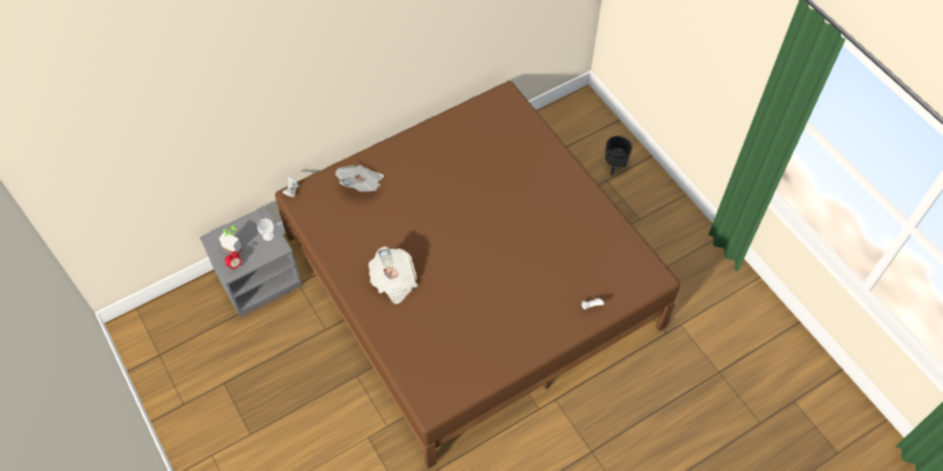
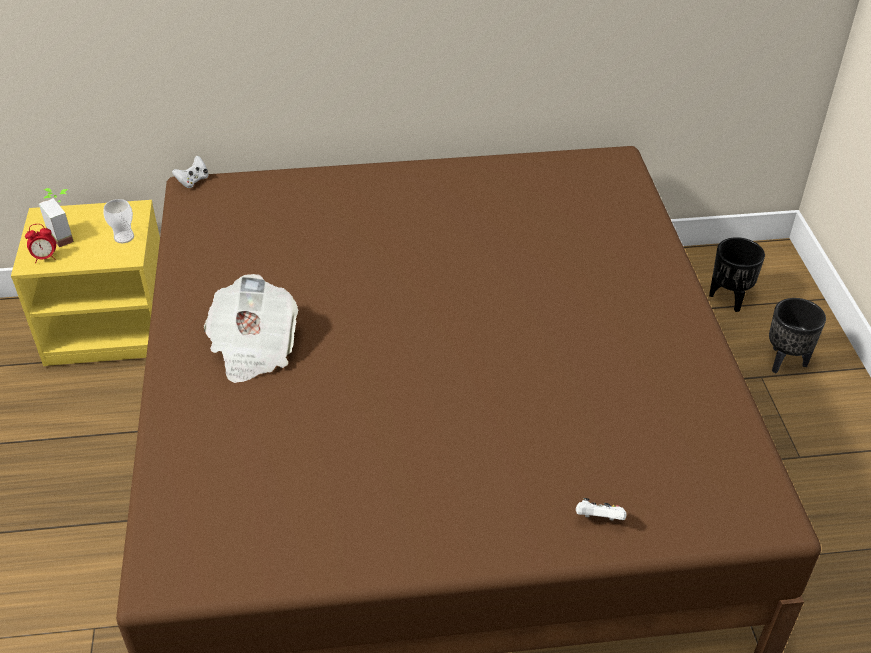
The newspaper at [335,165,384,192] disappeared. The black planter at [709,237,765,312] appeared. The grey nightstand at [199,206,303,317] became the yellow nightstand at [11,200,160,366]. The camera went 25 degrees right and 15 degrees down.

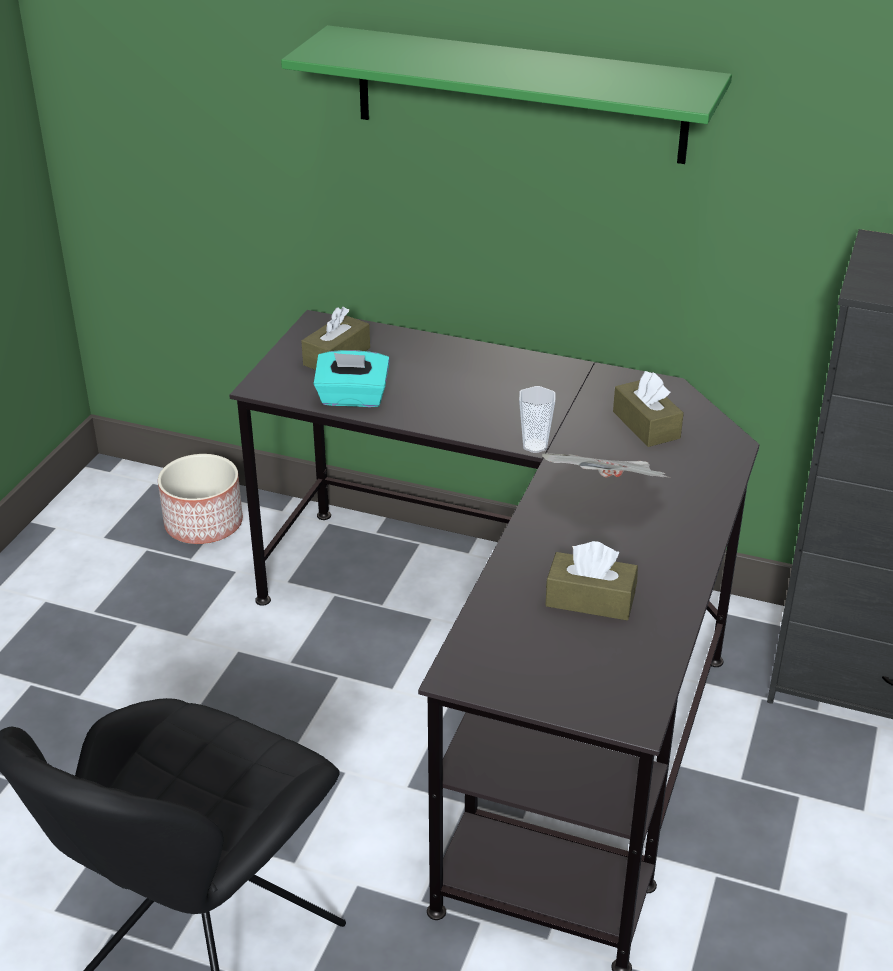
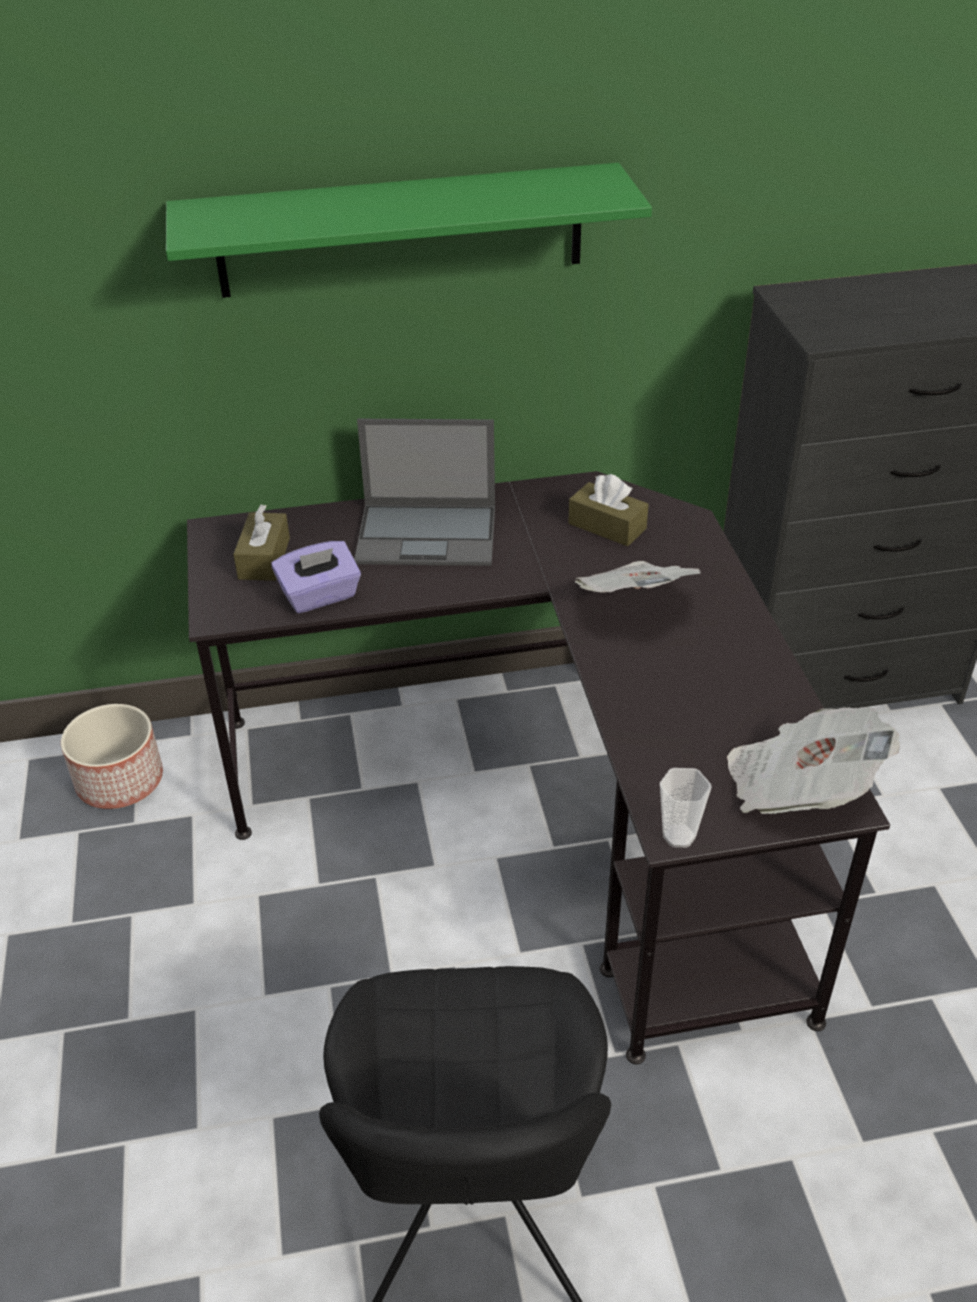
The brown tissue box at [545,541,638,620] disappeared. The laptop at [354,419,495,566] appeared. The newspaper at [727,707,900,814] appeared. The cup moved from [519,386,555,453] to [660,768,712,848]. The turquoise tissue box at [314,350,390,407] became the purple tissue box at [271,541,361,613]. The camera went 30 degrees left and 5 degrees up.

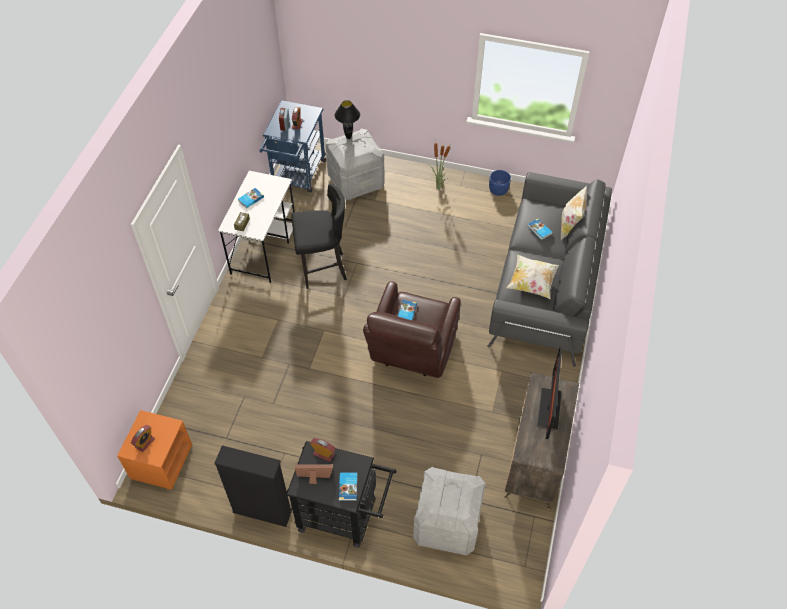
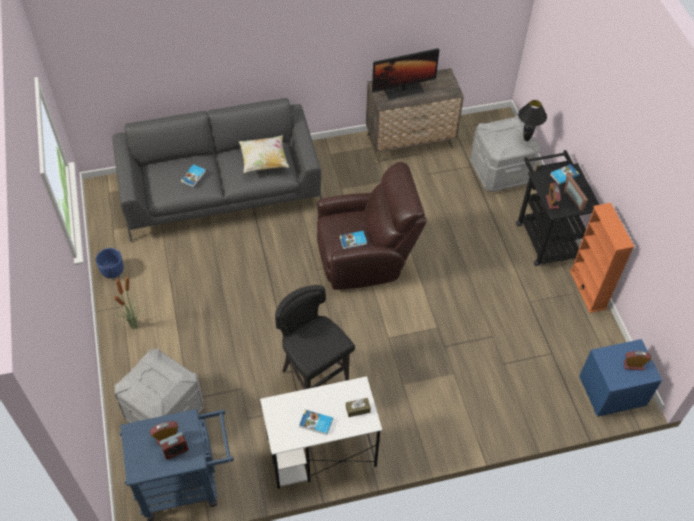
The pillow at [561,186,587,240] disappeared. The black table lamp moved from [335,100,360,139] to [518,100,547,141]. The orange nightstand at [117,410,192,490] became the blue nightstand at [579,339,662,417]. The black bookcase at [214,445,292,527] became the orange bookcase at [570,203,634,313]. The camera went 120 degrees left and 0 degrees up.

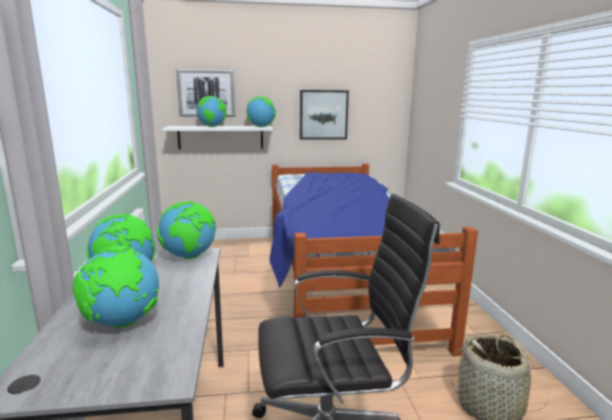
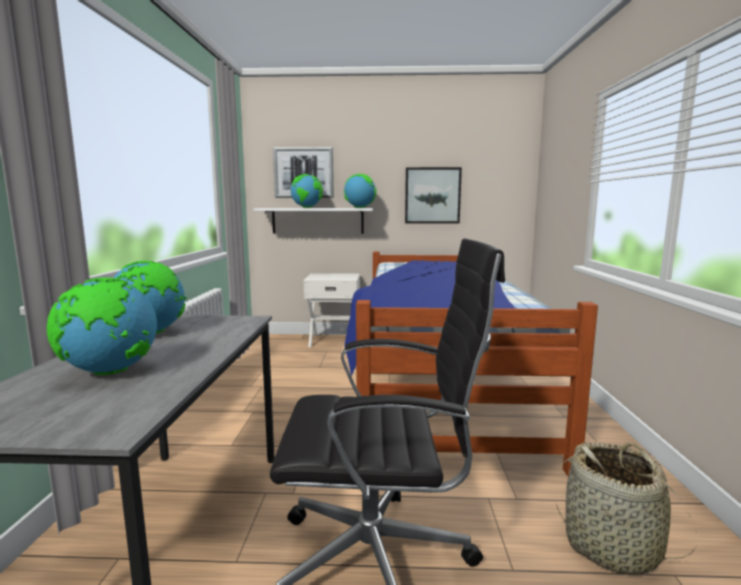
The globe at [157,201,216,259] disappeared. The white nightstand at [303,273,360,347] appeared. The camera went 10 degrees right and 5 degrees down.

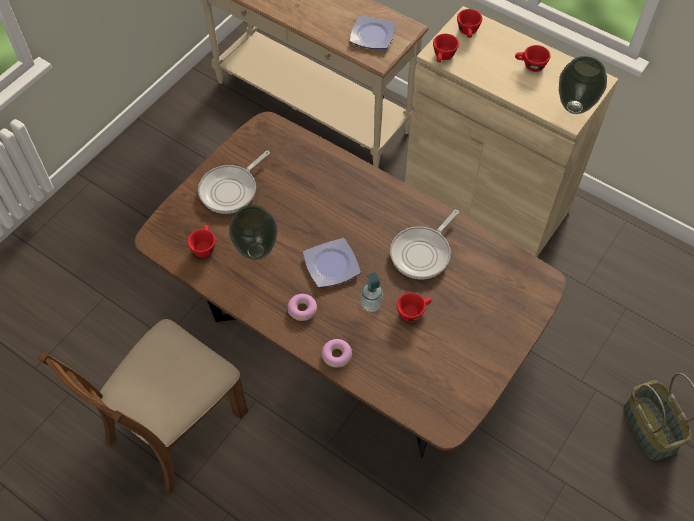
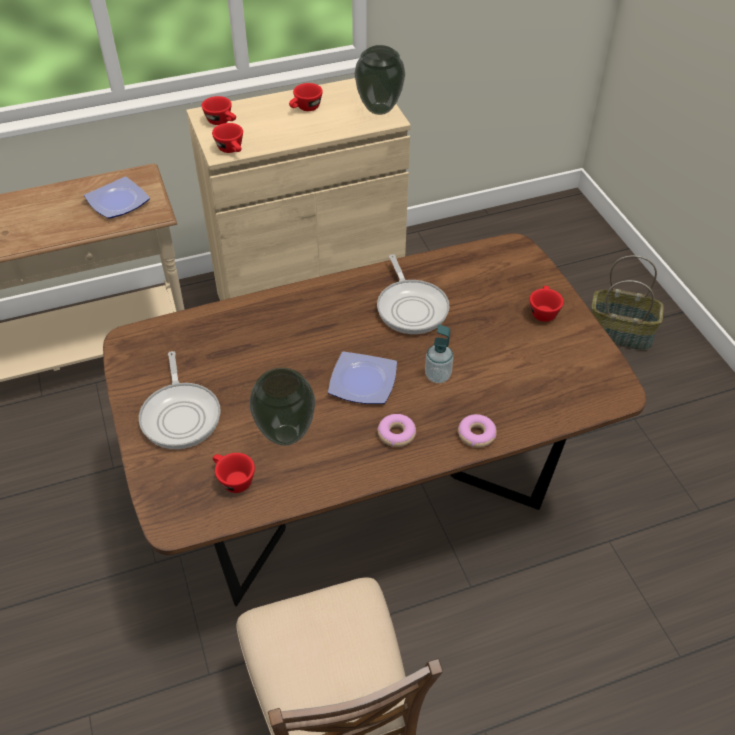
The red cup moved from [397,292,432,322] to [530,286,564,322]. The camera went 55 degrees left and 10 degrees down.

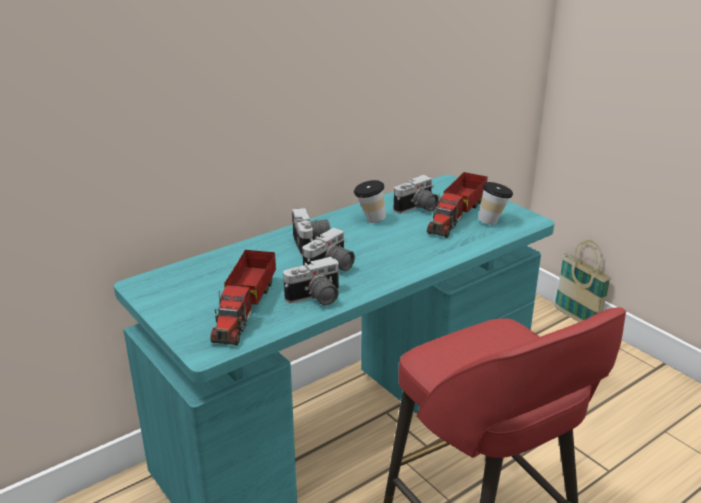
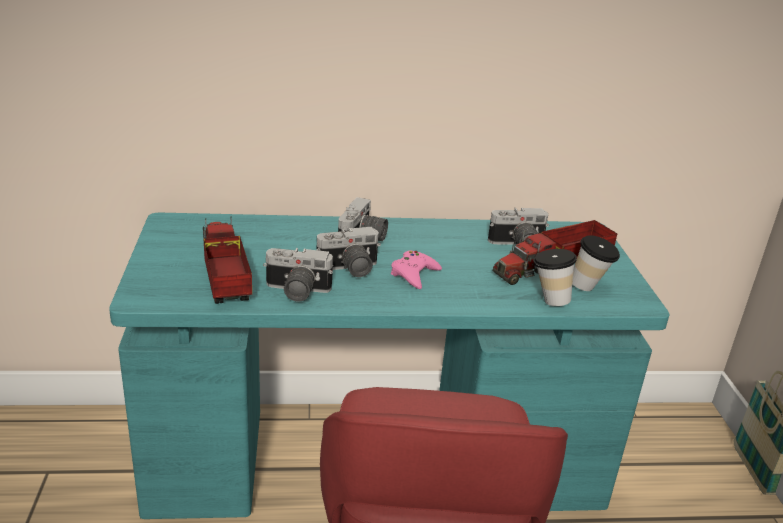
The pink game controller at [391,251,442,289] appeared. The cup moved from [354,180,386,223] to [533,249,577,306]. The toy truck at [210,250,276,345] turned 120 degrees clockwise. The camera went 30 degrees right and 0 degrees up.

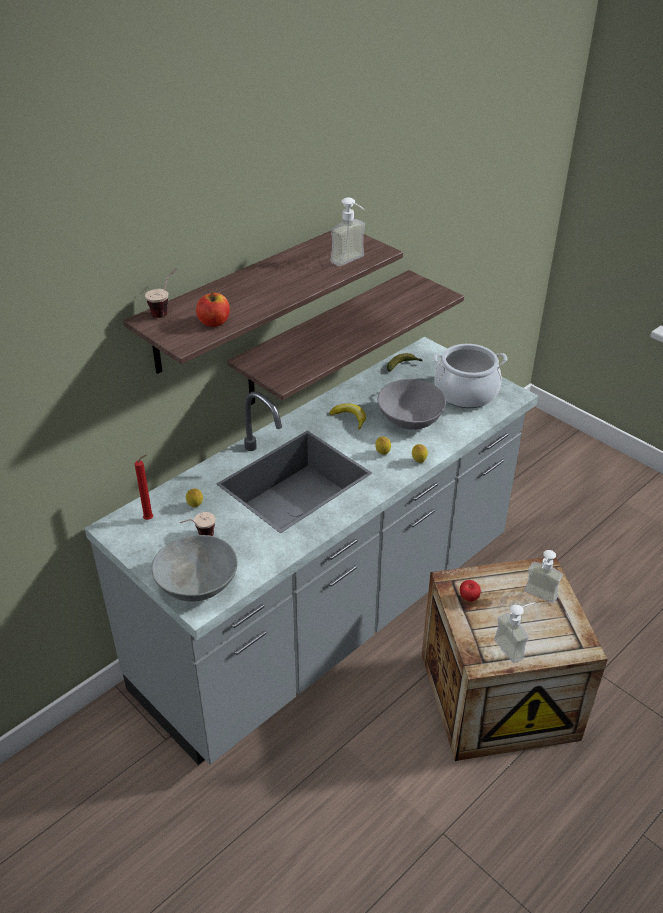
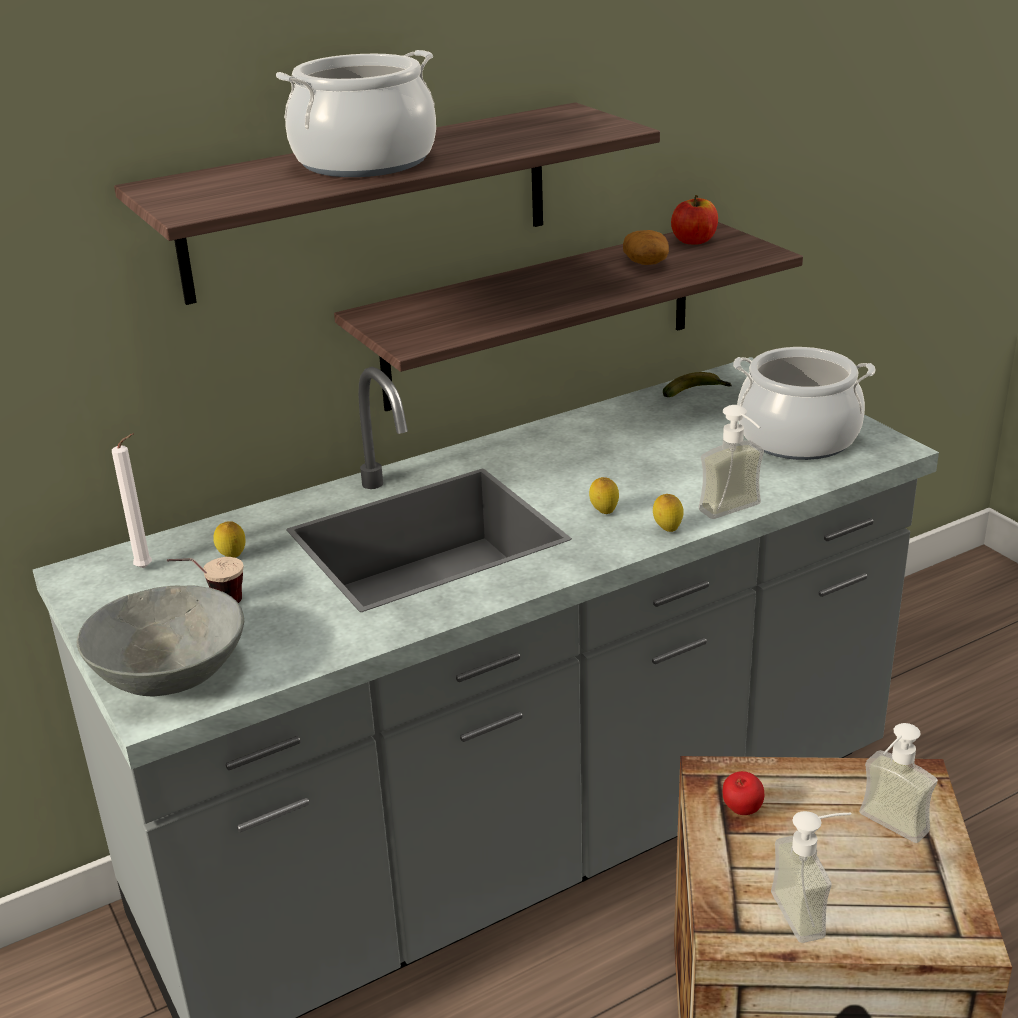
The cup at [145,268,177,318] disappeared. The banana at [329,403,366,430] disappeared. The grey bowl at [377,379,446,430] disappeared. The cooking pot at [276,50,436,177] appeared. The potato at [623,230,669,265] appeared. The apple moved from [196,292,230,327] to [671,195,718,245]. The soap dispenser moved from [330,198,365,266] to [699,405,764,519]. The red candle at [135,454,153,520] became the white candle at [112,433,152,568]. The camera went 15 degrees right and 10 degrees down.

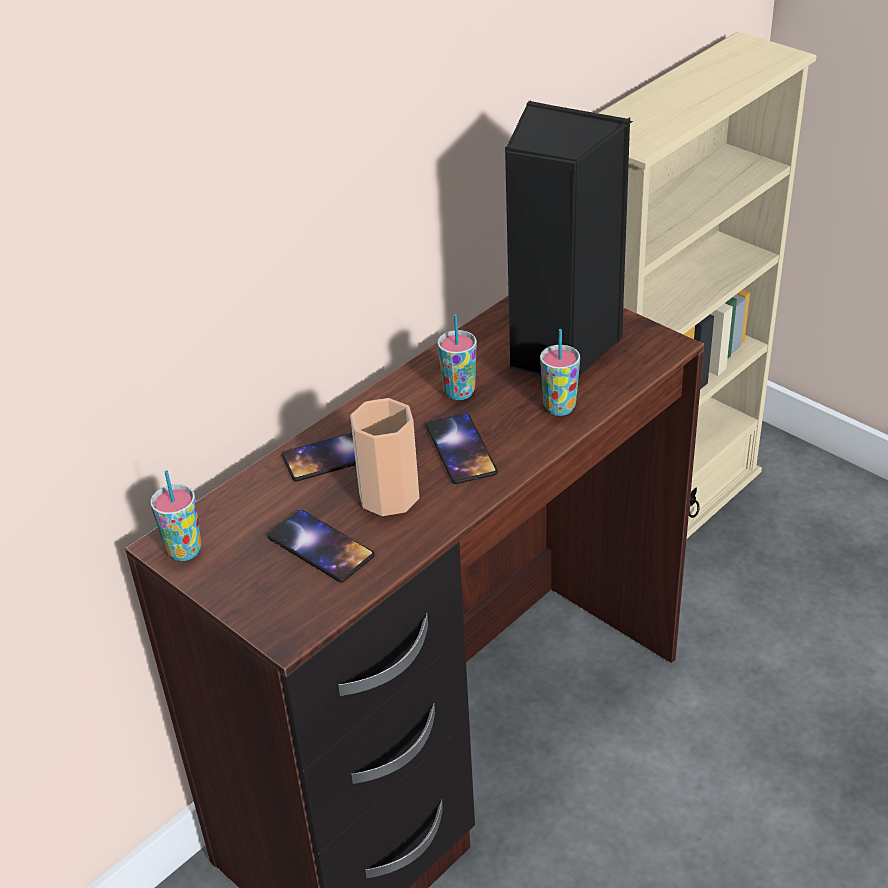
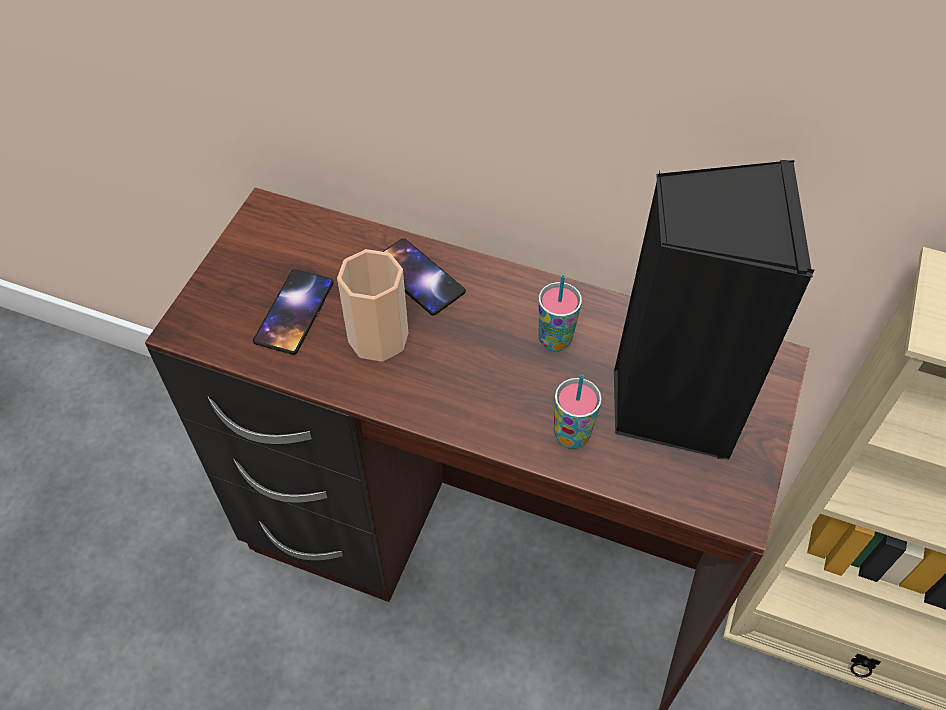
The cup at [150,471,201,561] disappeared. The phone at [426,414,498,484] disappeared. The camera went 65 degrees right and 15 degrees up.

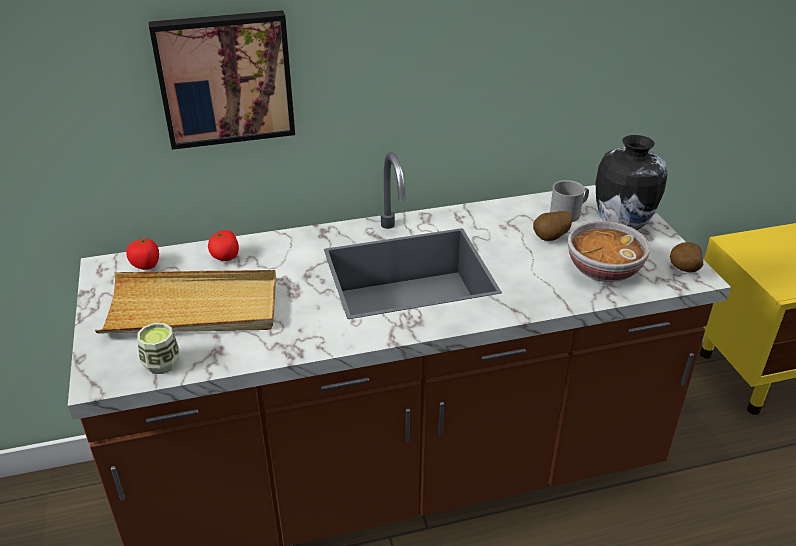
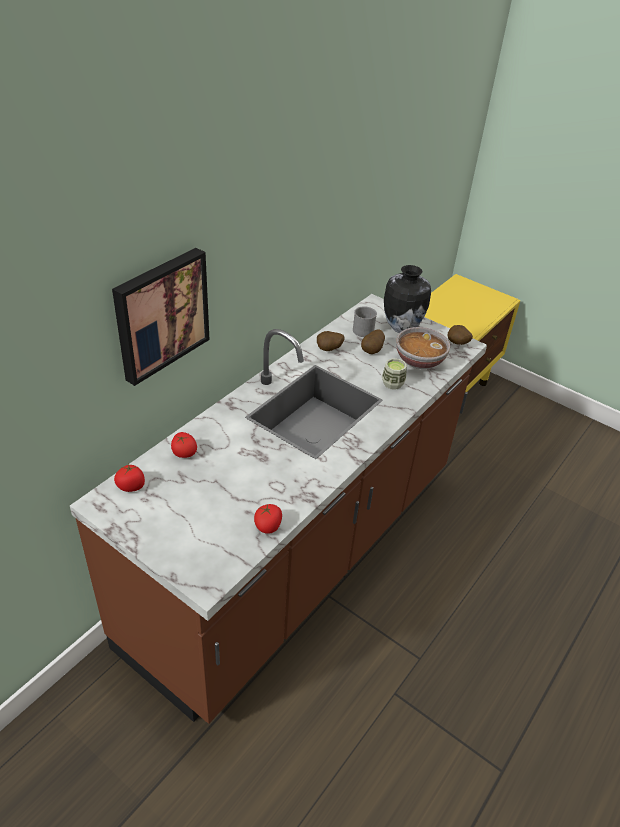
The beige tray at [95,270,276,333] disappeared. The tomato at [254,504,282,534] appeared. The potato at [317,331,345,351] appeared. The cup moved from [137,323,180,374] to [382,358,407,390]. The camera went 40 degrees left and 5 degrees up.

